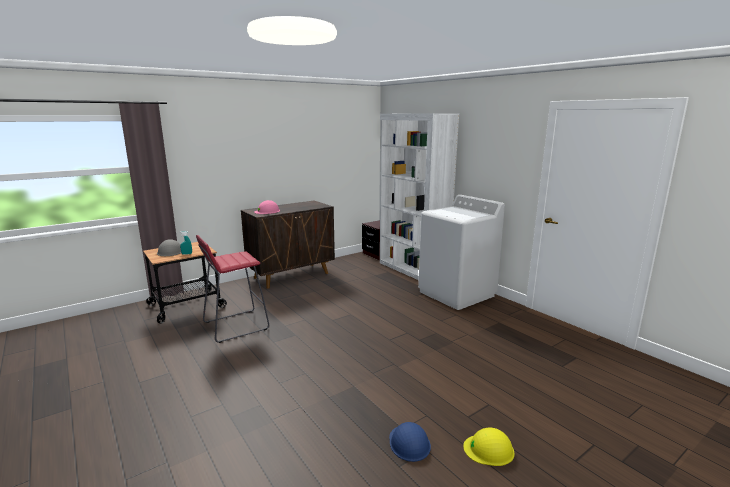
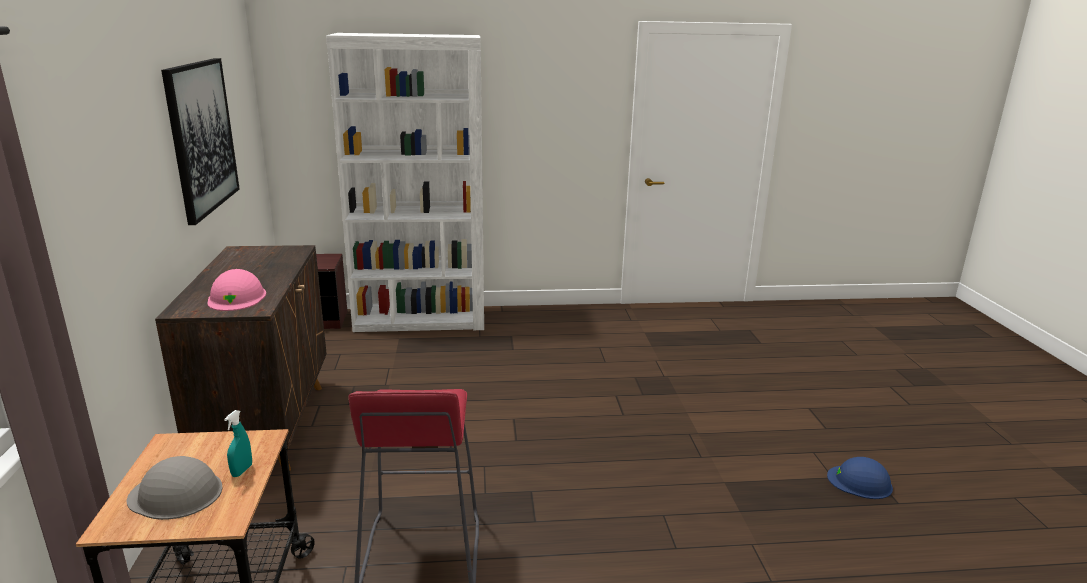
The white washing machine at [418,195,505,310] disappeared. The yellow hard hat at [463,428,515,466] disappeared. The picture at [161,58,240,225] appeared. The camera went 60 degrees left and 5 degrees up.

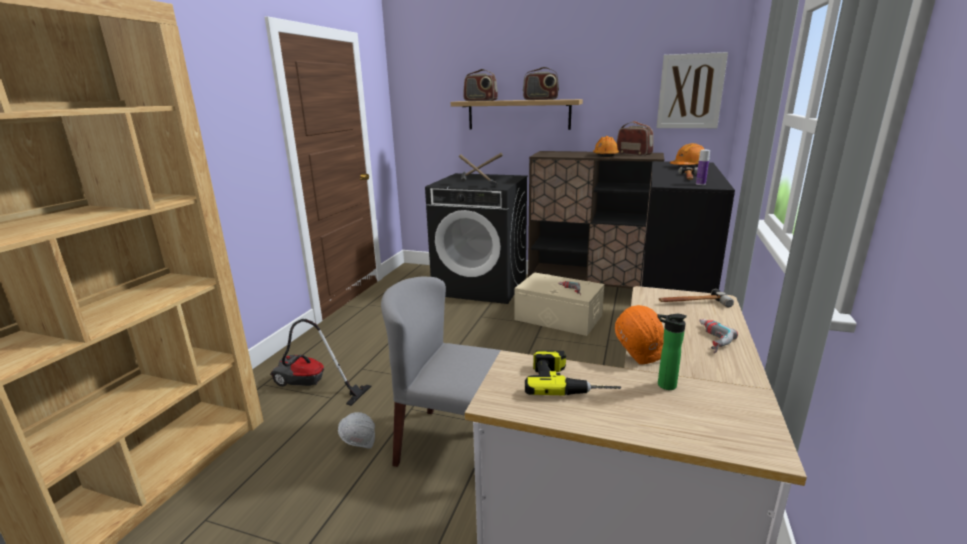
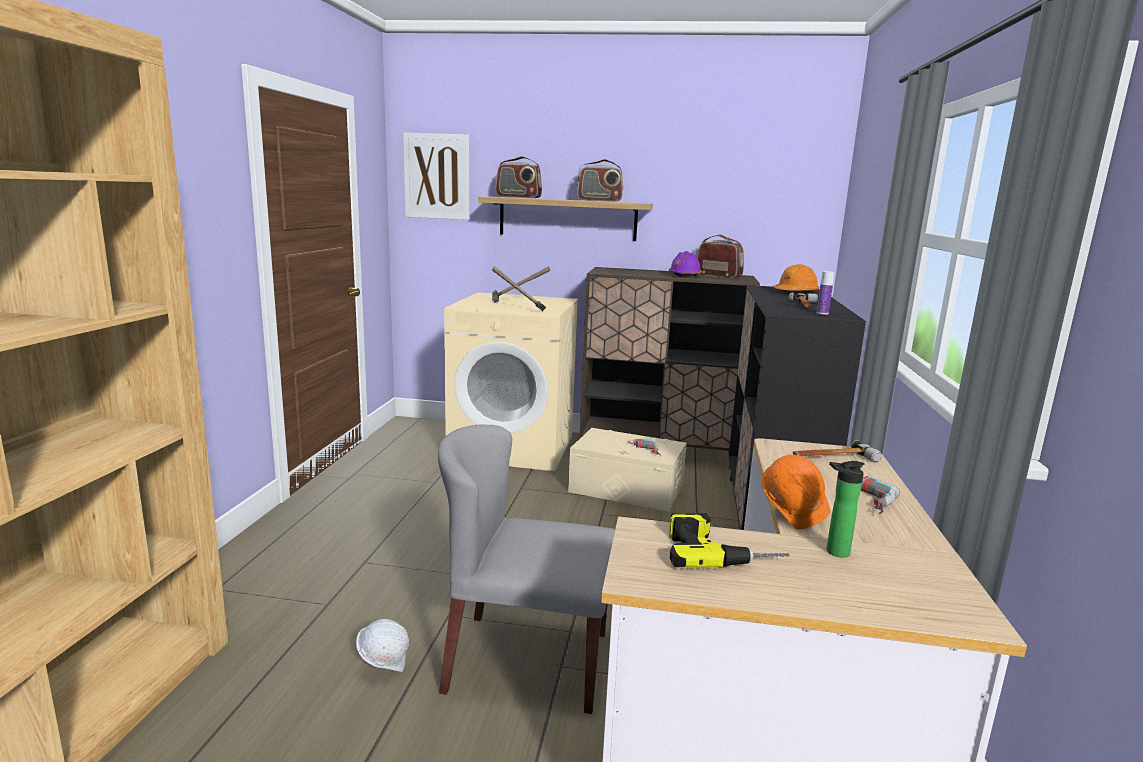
The vacuum cleaner at [270,319,372,406] disappeared. The picture moved from [657,52,728,128] to [403,133,470,220]. The black washing machine at [425,173,528,304] became the beige washing machine at [444,292,578,471]. The orange hard hat at [593,136,619,157] became the purple hard hat at [669,251,702,278]. The camera went 10 degrees left and 5 degrees down.

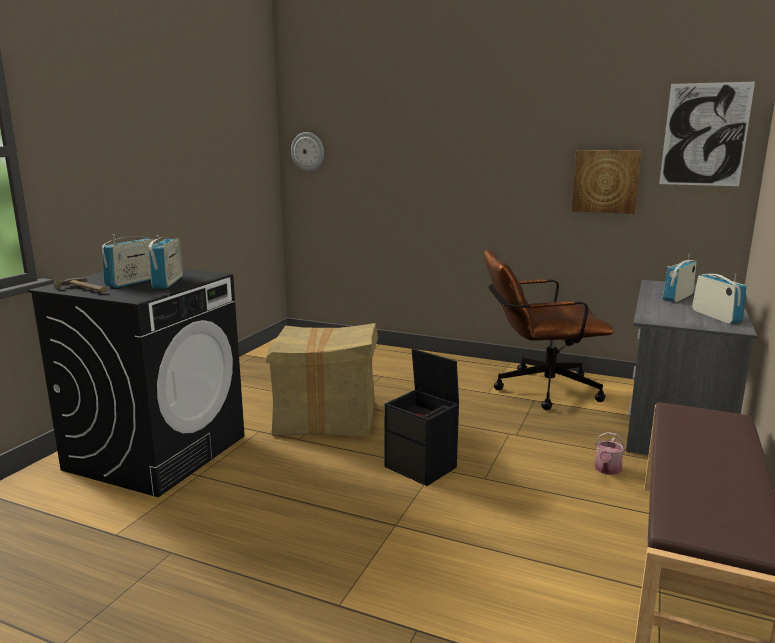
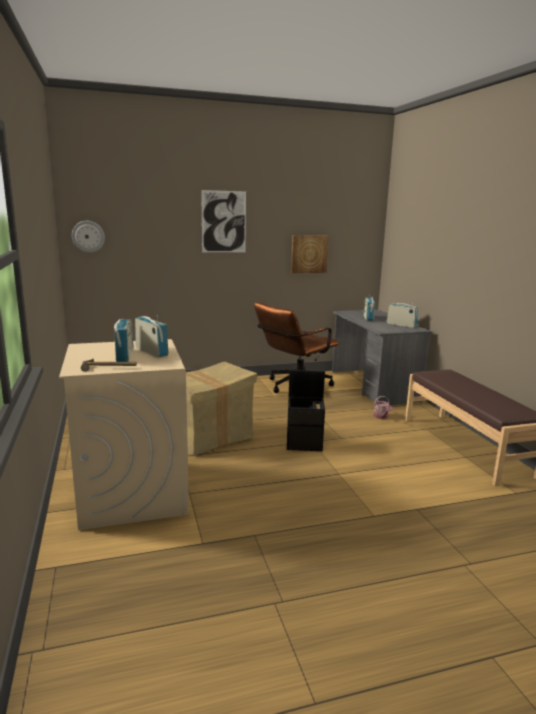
The picture moved from [659,82,755,186] to [201,190,246,252]. The black washing machine at [28,269,245,497] became the beige washing machine at [59,339,189,530]. The camera went 40 degrees left and 0 degrees up.

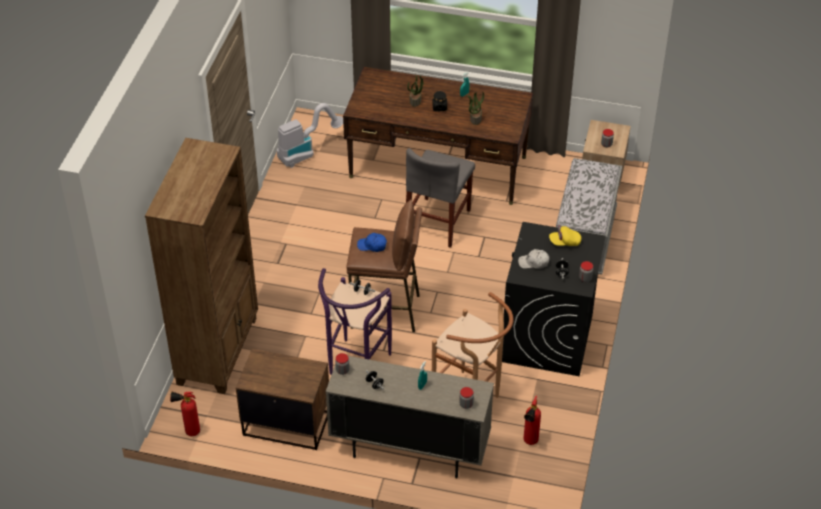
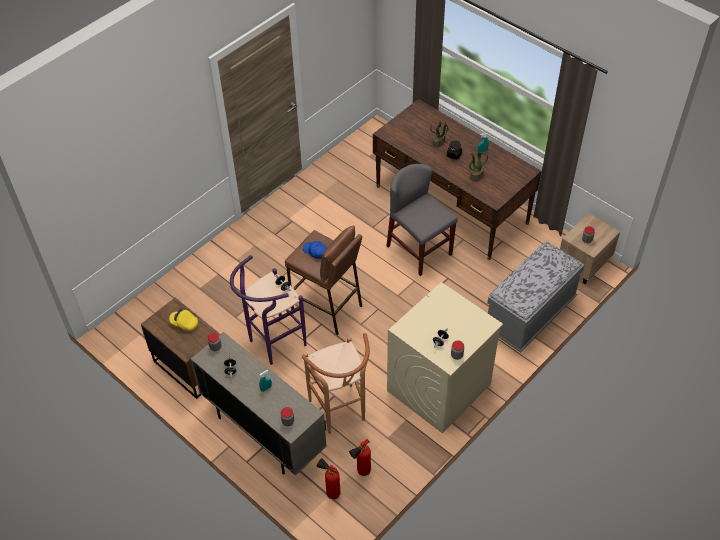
The brown bookcase at [145,138,258,394] disappeared. The vacuum cleaner at [277,103,343,168] disappeared. The white cap at [518,249,549,269] disappeared. The fire extinguisher moved from [170,392,200,436] to [317,458,341,499]. The yellow cap moved from [549,225,581,246] to [169,308,198,331]. The black washing machine at [502,222,606,376] became the beige washing machine at [387,282,503,434]. The grey chair at [406,148,475,248] turned 90 degrees clockwise. The camera went 30 degrees right and 5 degrees up.

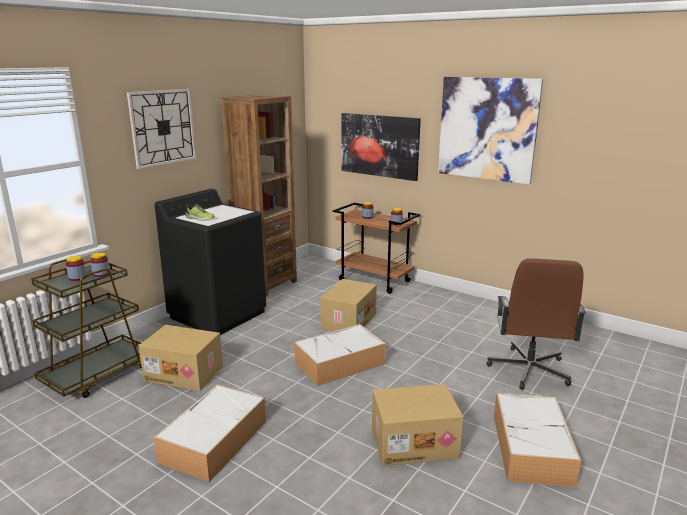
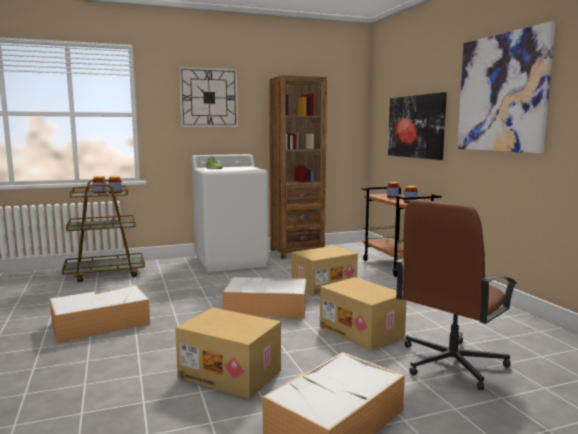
The cardboard box moved from [138,325,223,391] to [320,277,407,351]. The black washing machine at [155,189,266,335] became the white washing machine at [192,154,269,272]. The camera went 35 degrees right and 10 degrees down.

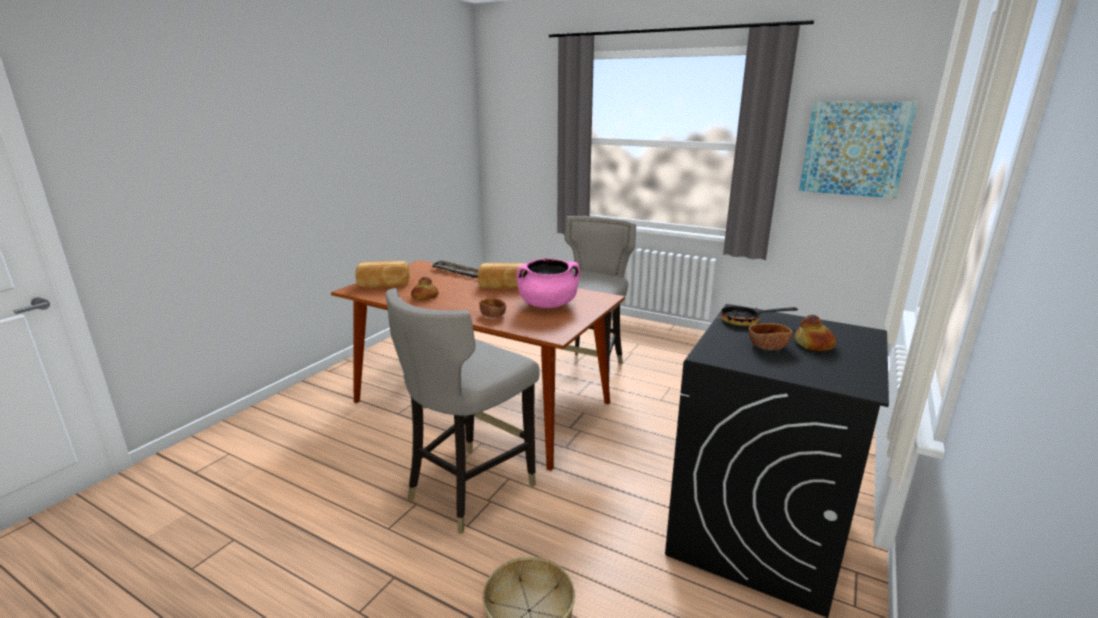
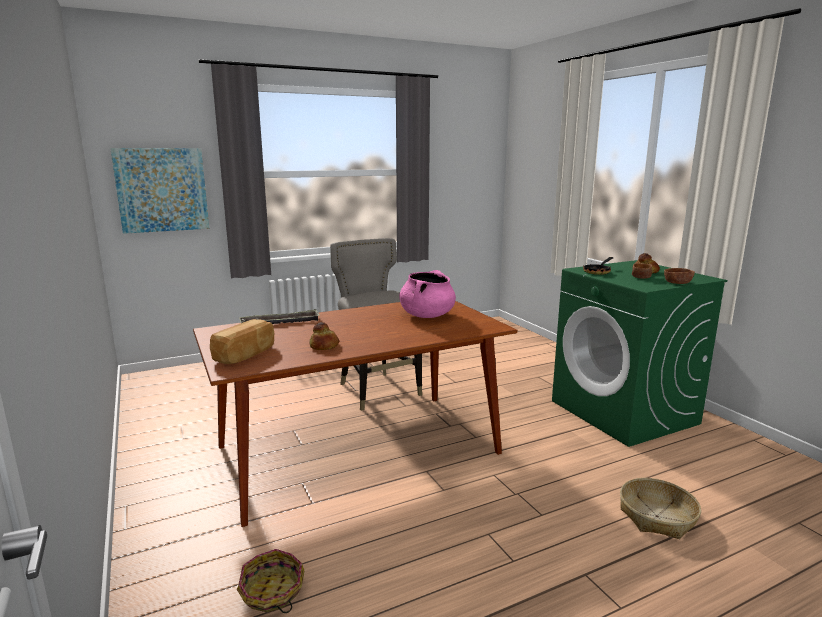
The grey stool at [385,288,540,534] disappeared. The bread at [477,263,525,289] disappeared. The basket at [237,549,304,613] appeared. The brown bowl moved from [479,298,506,318] to [664,268,695,284]. The picture moved from [799,101,918,198] to [110,148,209,234]. The black washing machine at [665,304,889,618] became the green washing machine at [552,260,727,447]. The camera went 55 degrees left and 5 degrees down.

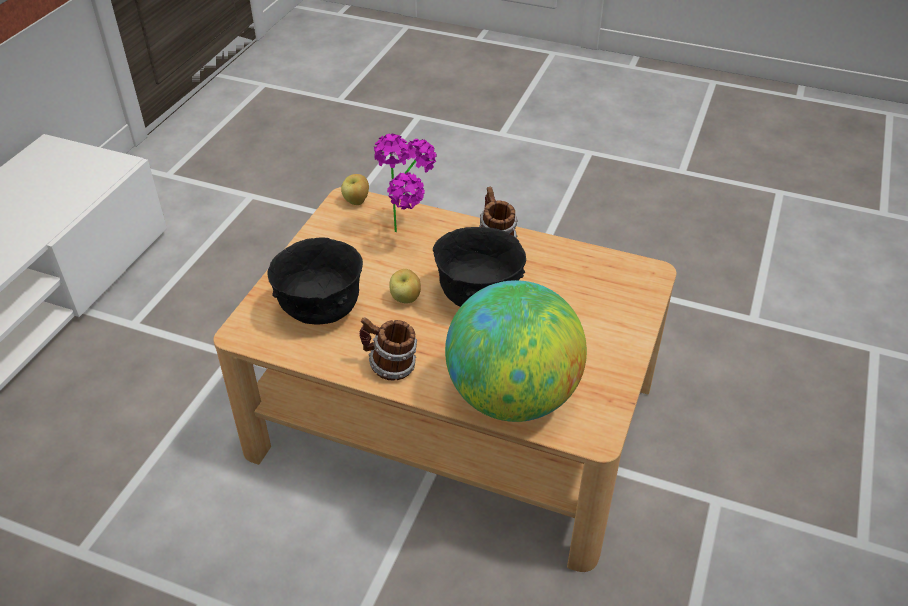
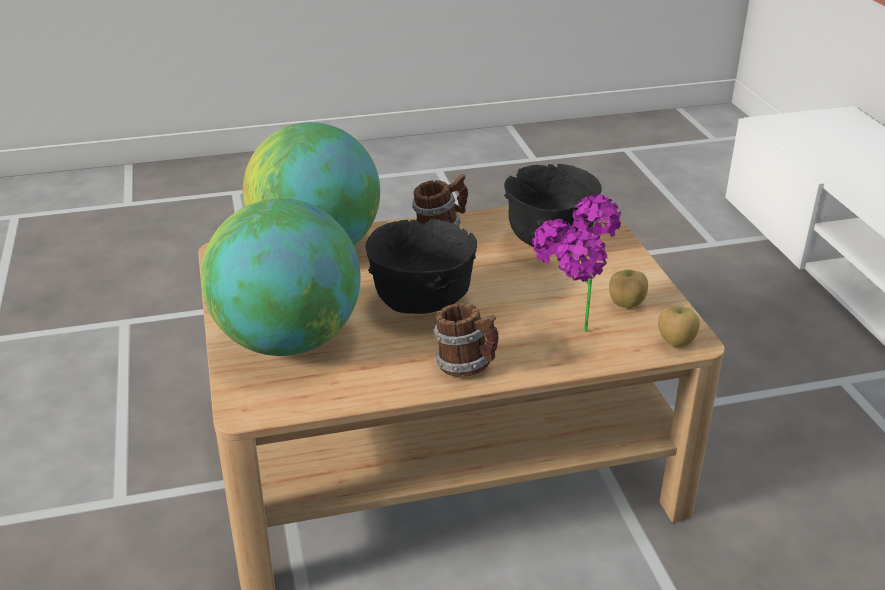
The globe at [201,198,361,356] appeared. The apple moved from [389,269,421,304] to [609,270,648,308]. The camera went 145 degrees right and 10 degrees down.

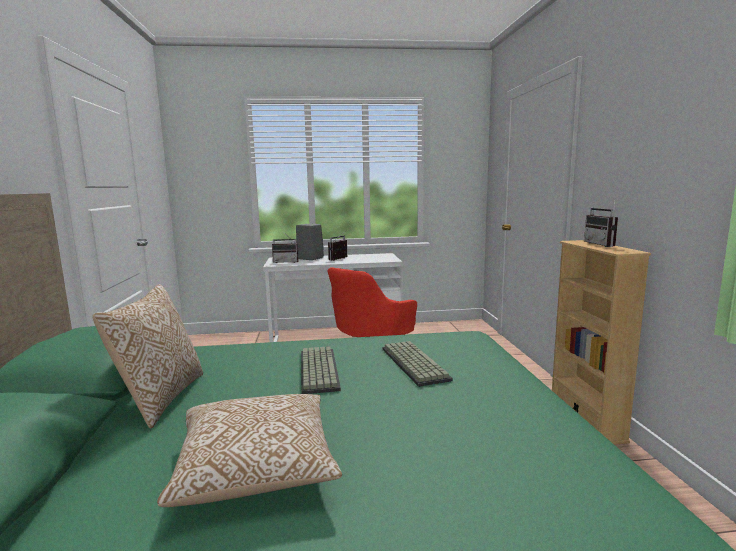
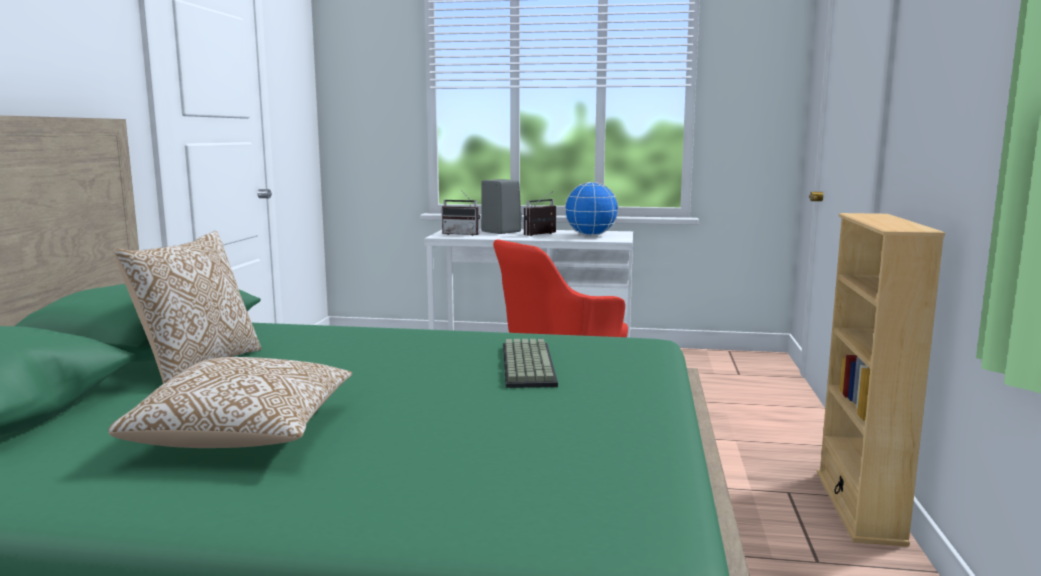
The keyboard at [301,346,341,394] disappeared. The radio at [584,200,618,247] disappeared. The globe at [565,182,619,236] appeared. The camera went 15 degrees right and 0 degrees up.

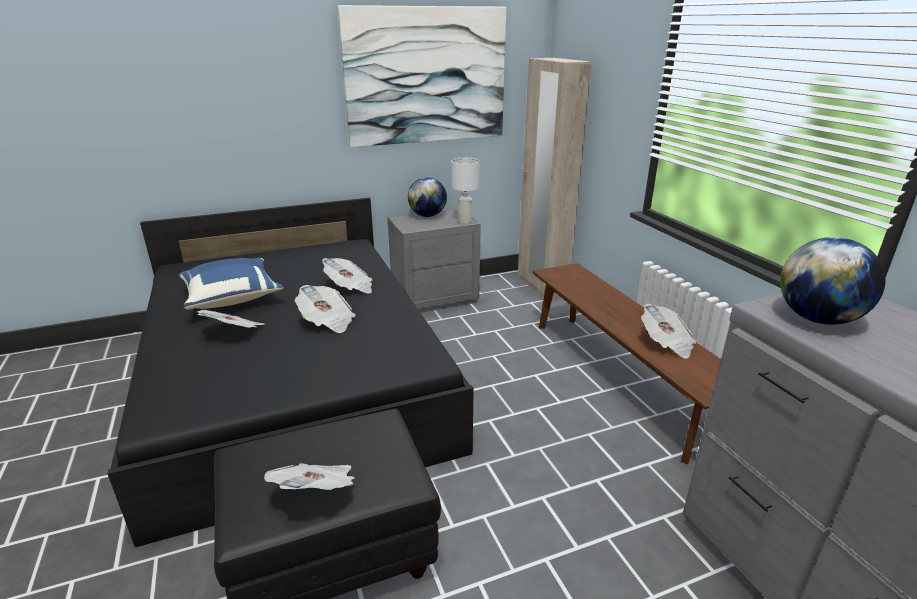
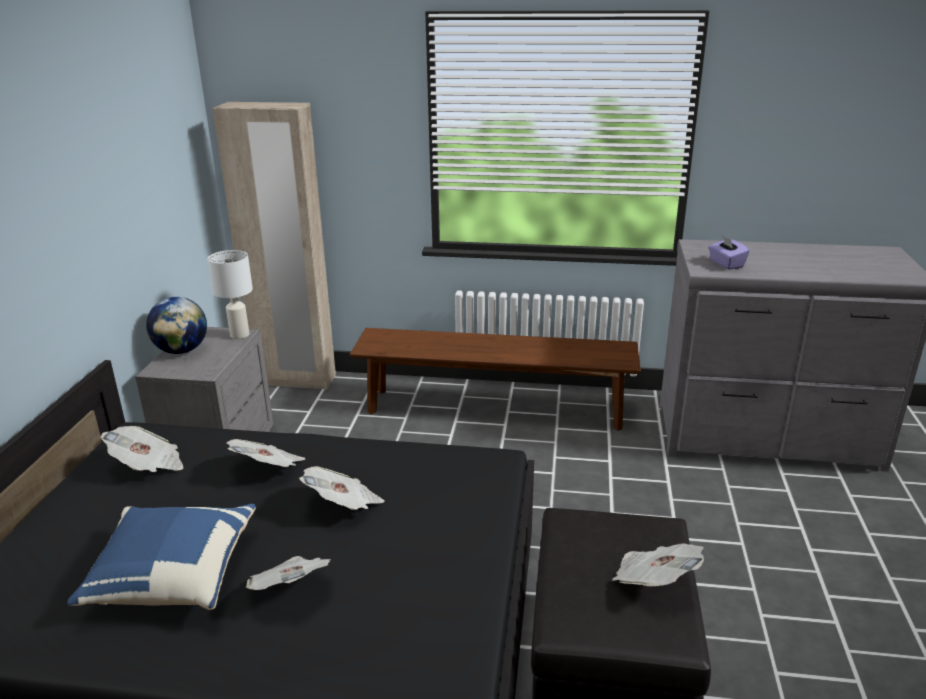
The picture at [338,5,507,147] disappeared. The newspaper moved from [641,304,696,359] to [101,426,184,472]. The globe at [780,237,886,325] was replaced by the purple tissue box at [708,235,750,270]. The camera went 60 degrees left and 0 degrees up.

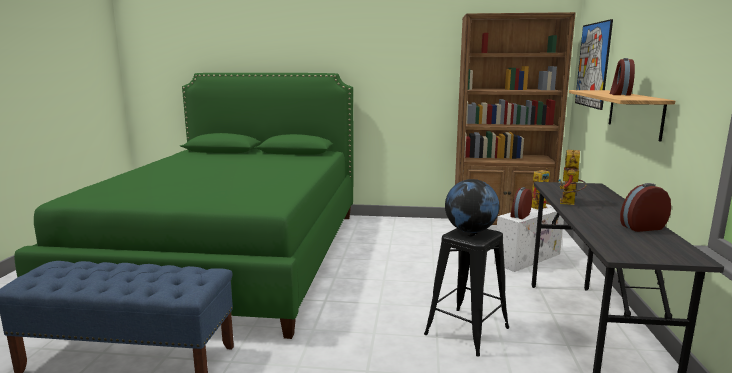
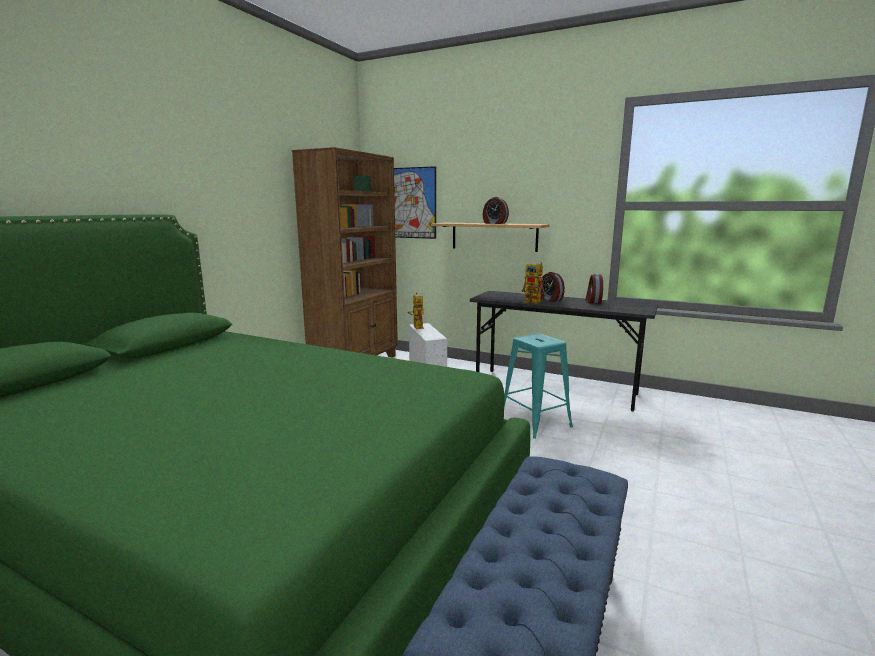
The globe at [445,179,499,233] disappeared. The alarm clock moved from [510,187,532,219] to [539,272,565,302]. The black stool at [424,228,509,357] became the turquoise stool at [504,333,573,439]. The camera went 70 degrees left and 0 degrees up.

